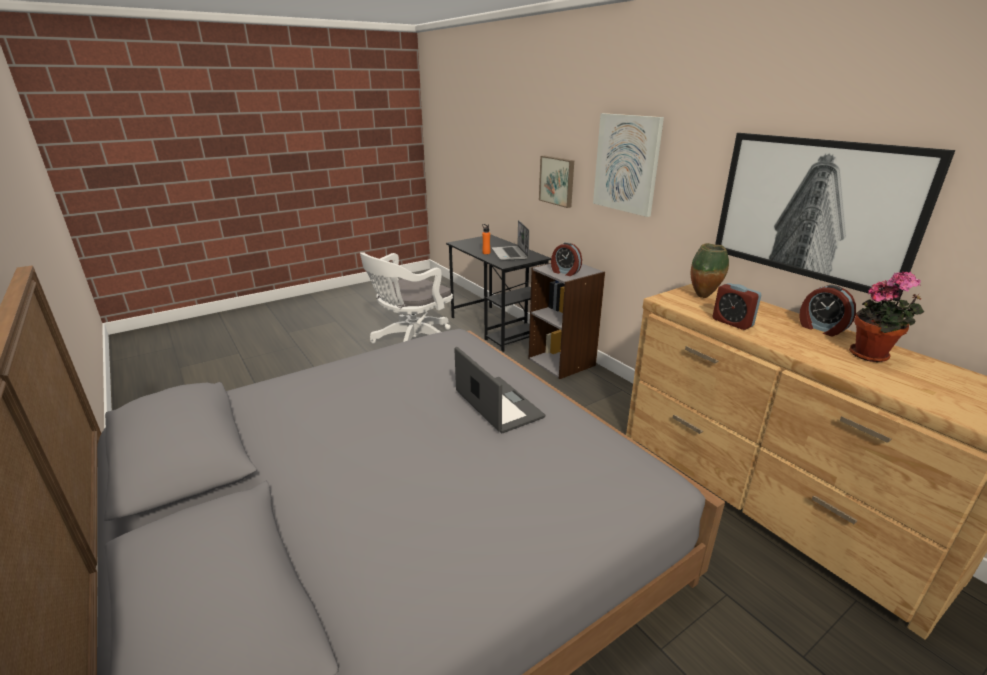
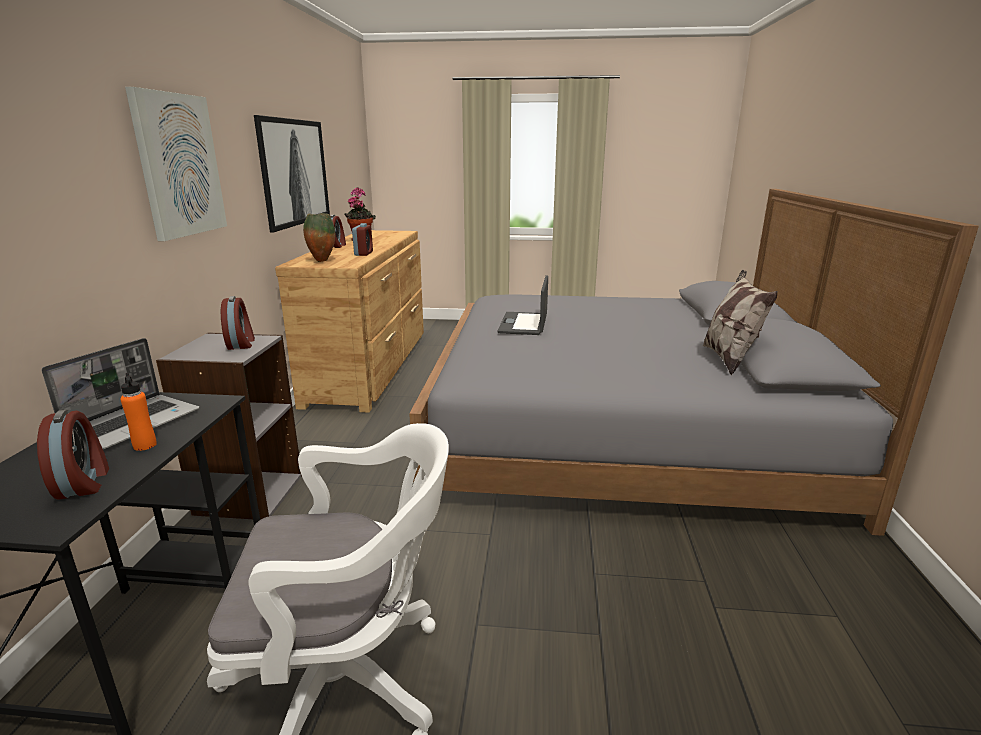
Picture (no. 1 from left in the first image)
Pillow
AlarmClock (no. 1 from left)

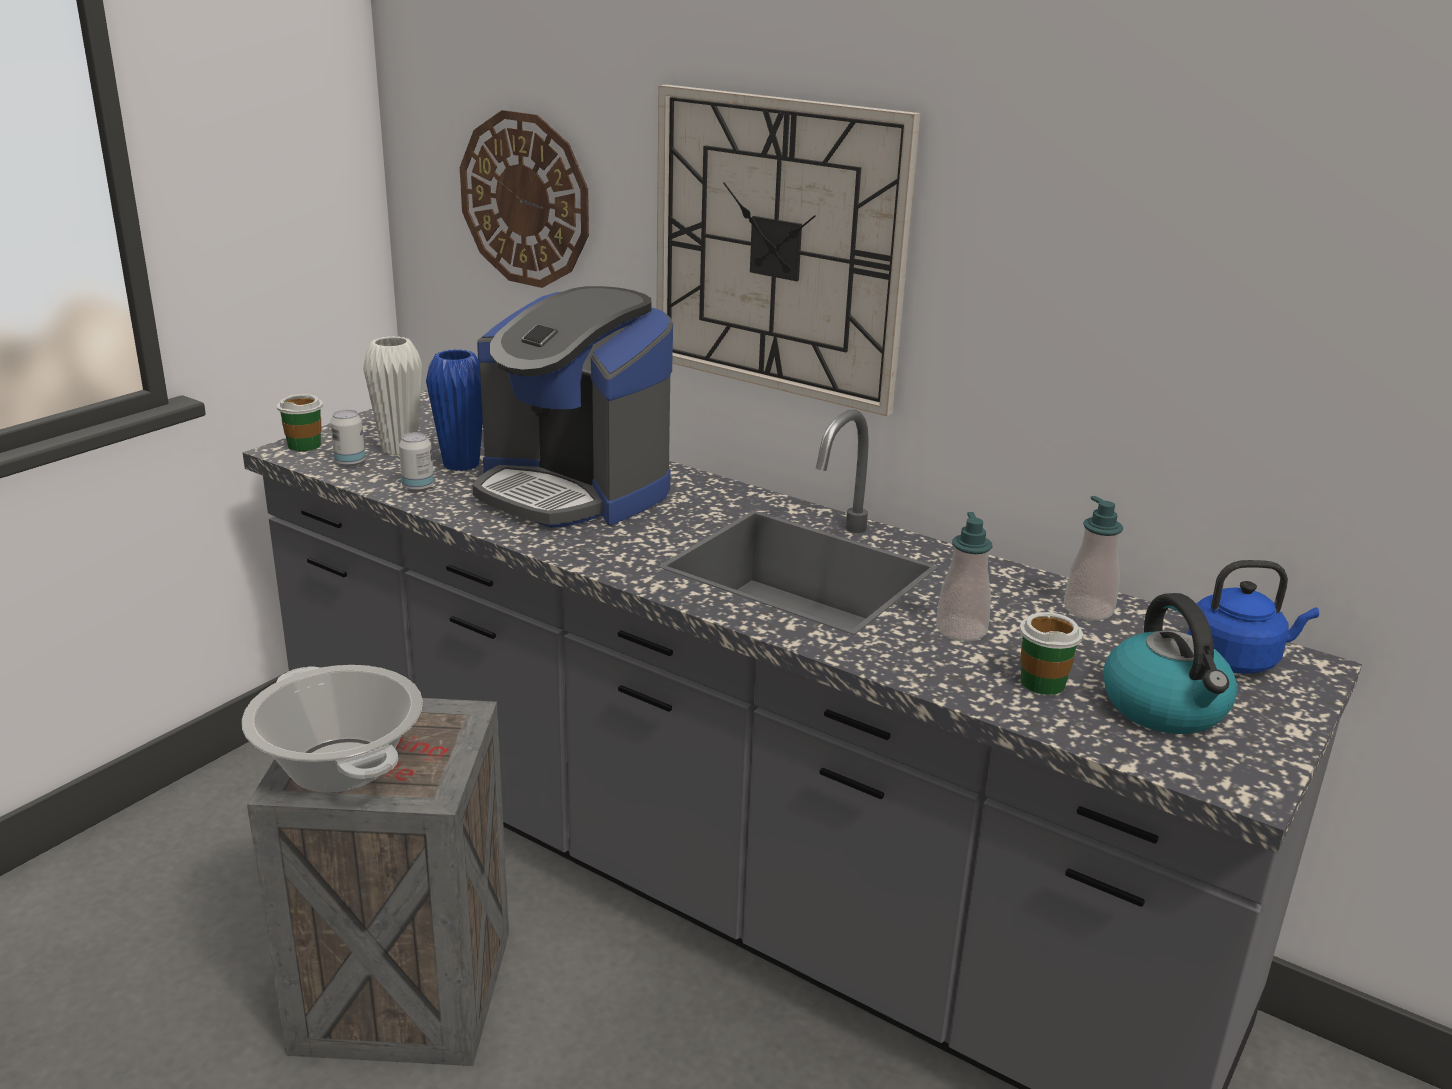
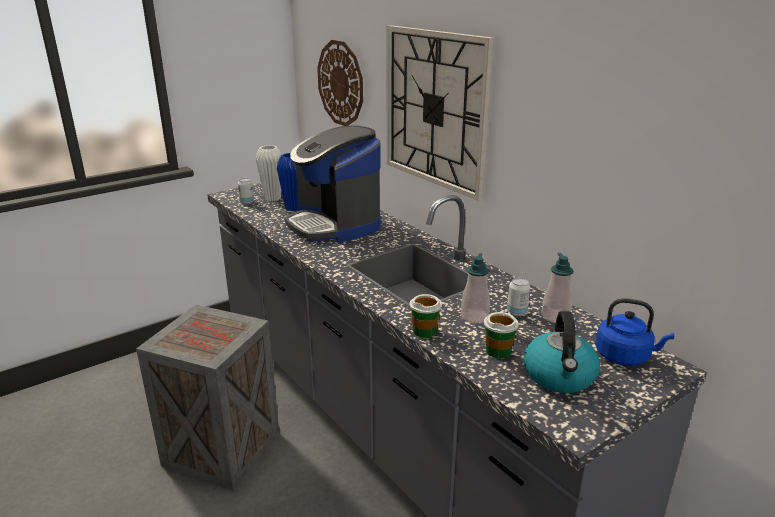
Cup (no. 1 from left)
Can (no. 2 from left)
CookingPot

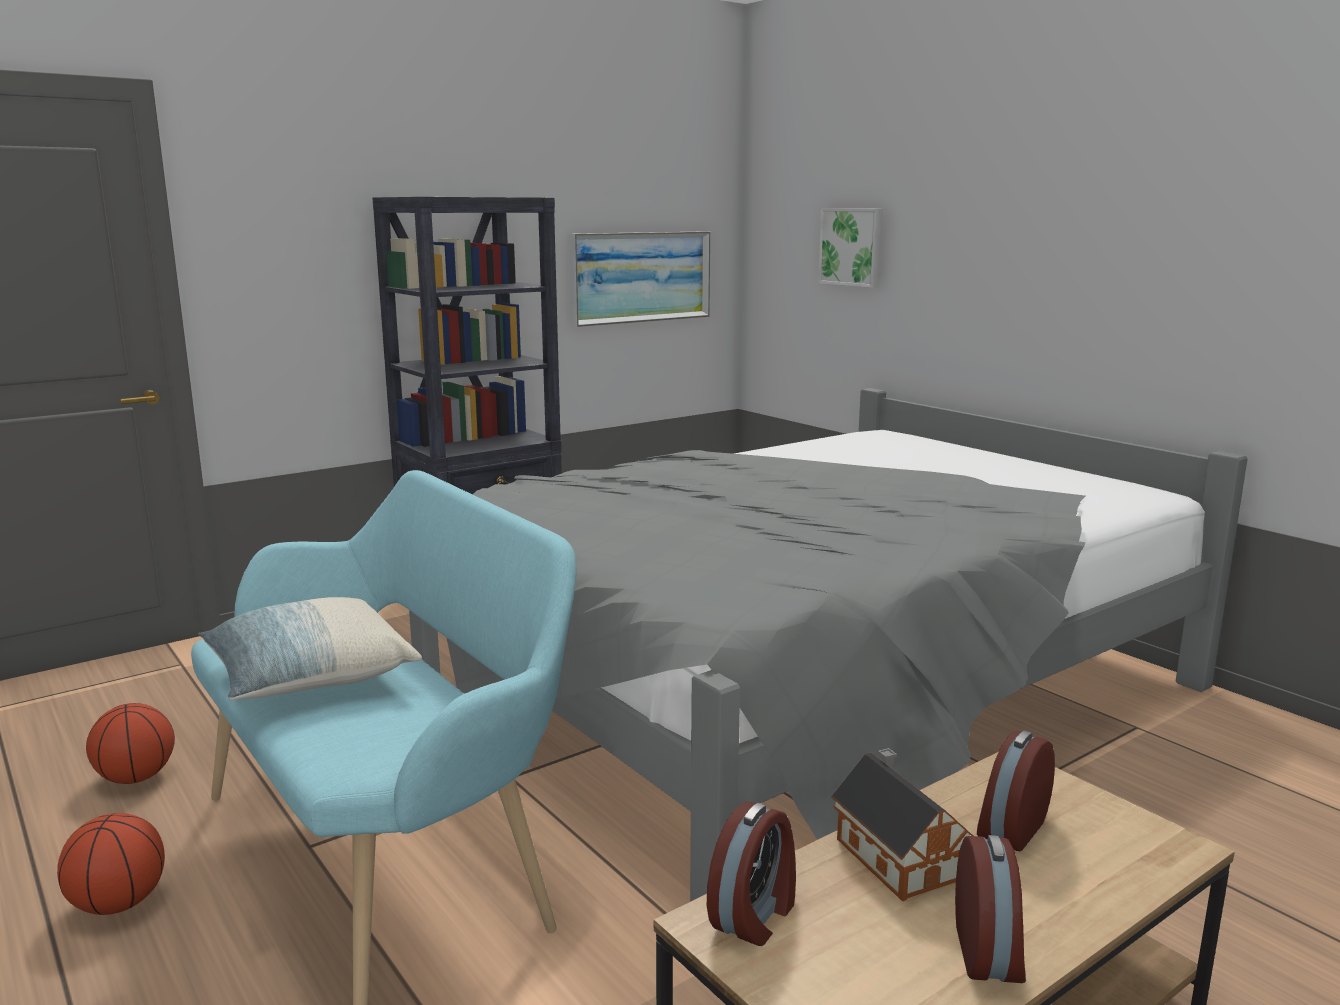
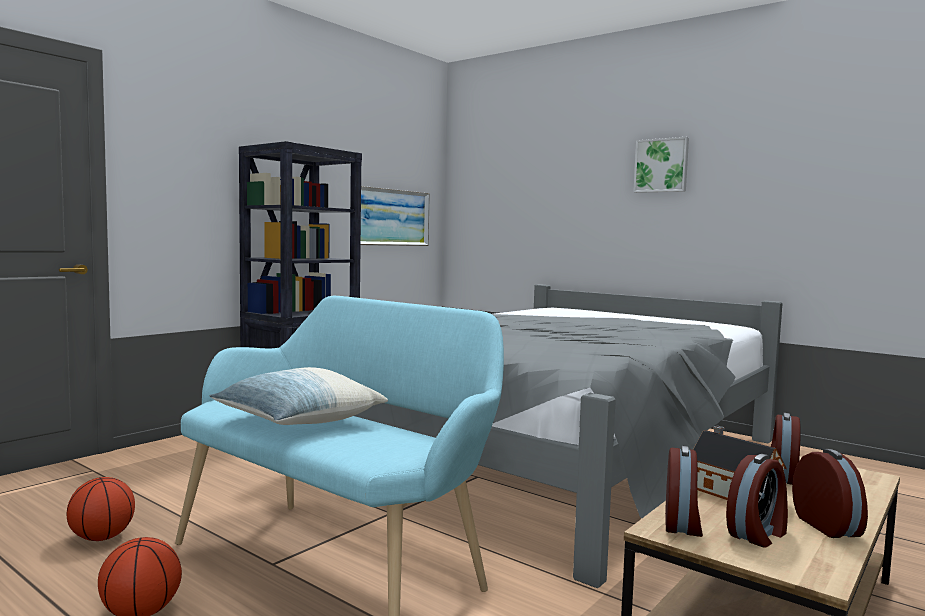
Picture (no. 2 from left)
AlarmClock (no. 2 from left)

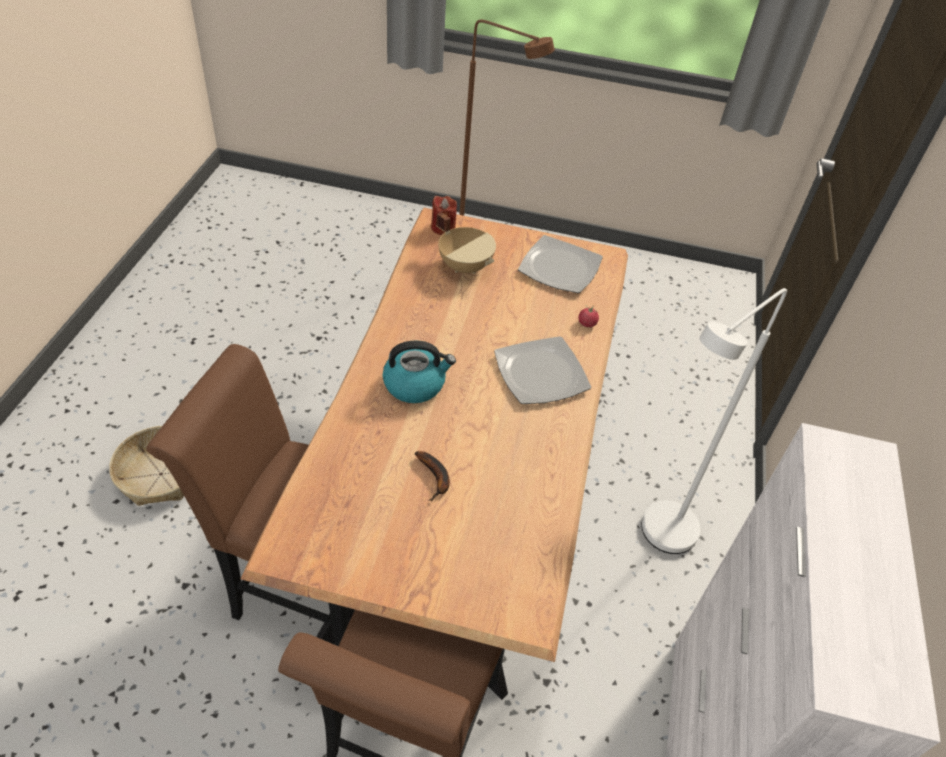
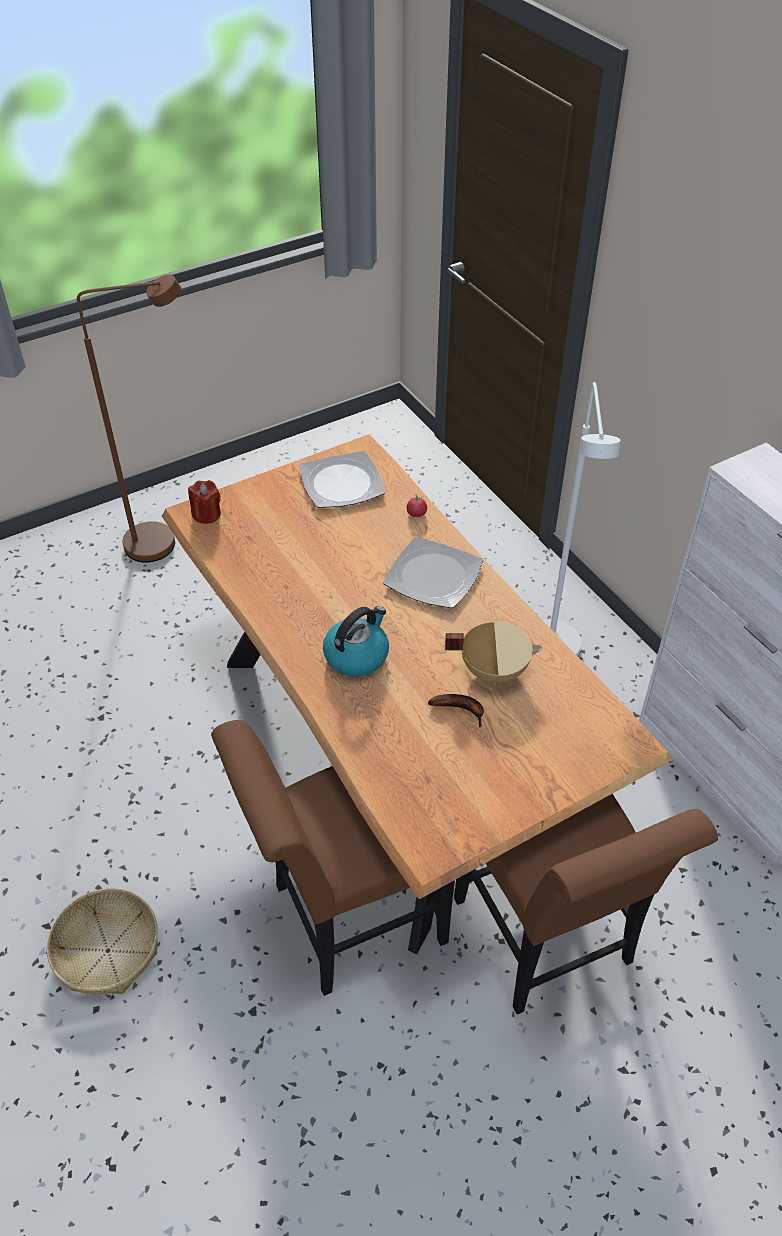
BeigeCookingPot

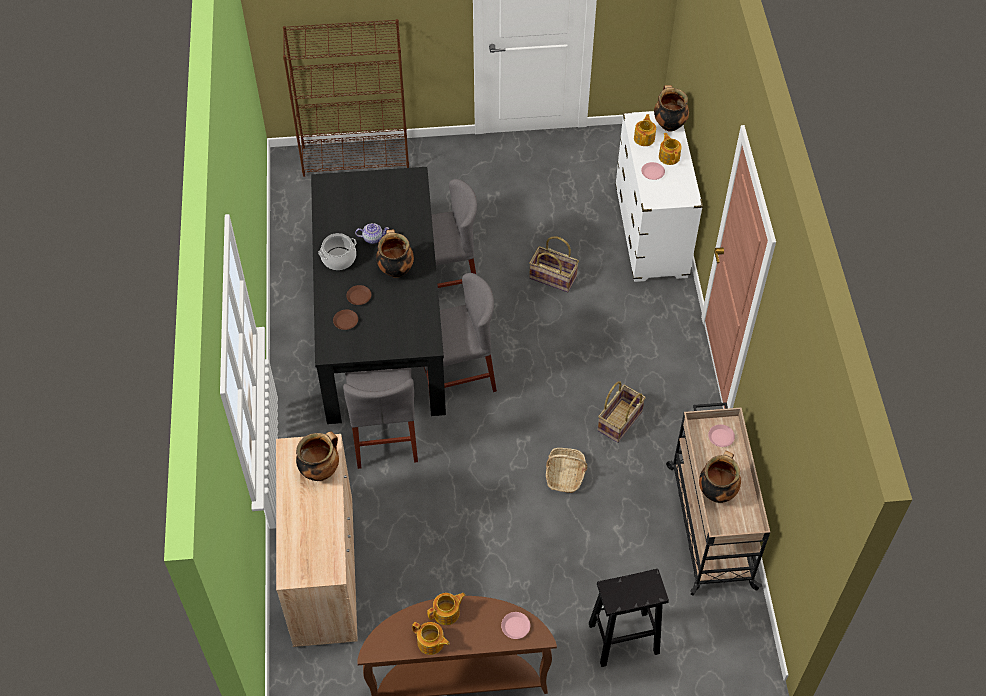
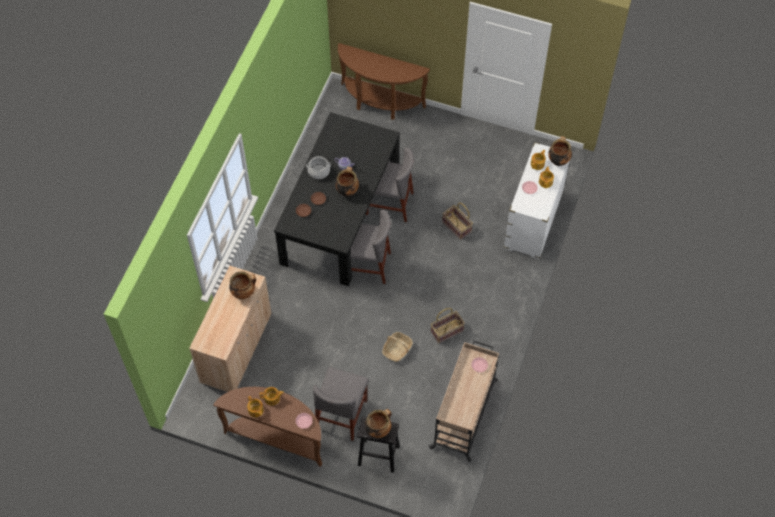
BrownConsoleTable (no. 2 from left)
GreyChair (no. 1 from left)
CookingPot (no. 4 from left)

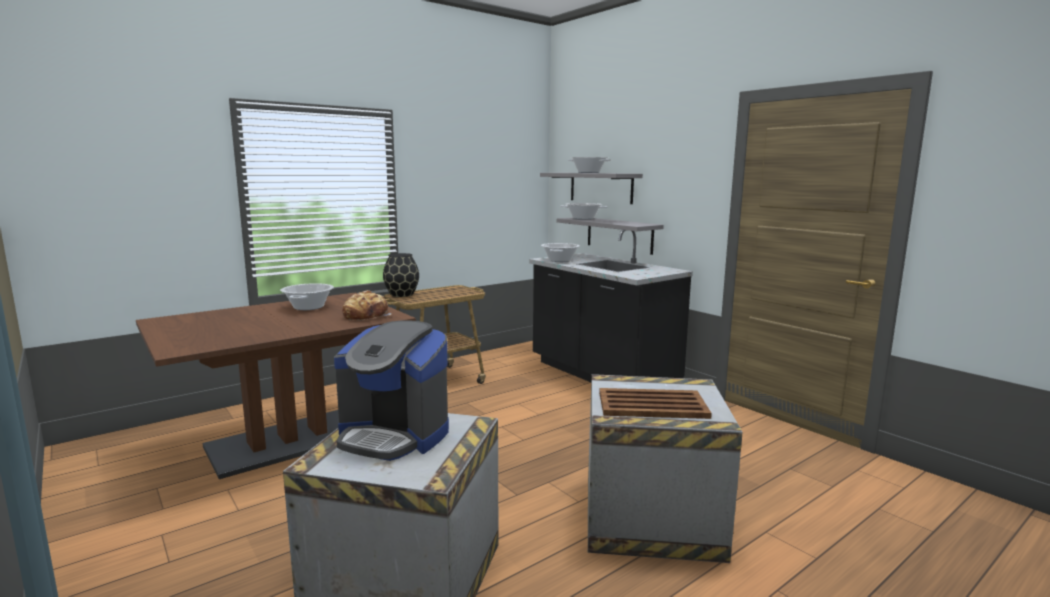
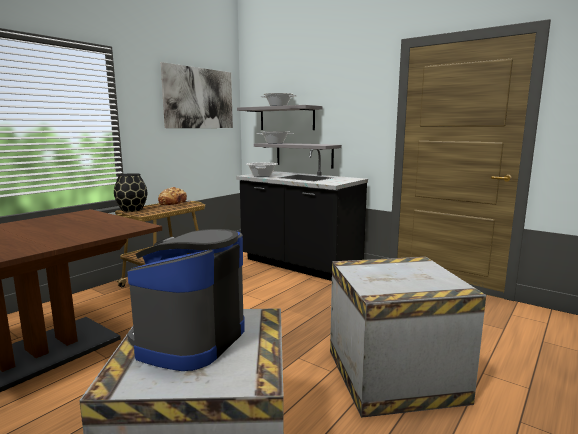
CookingPot (no. 1 from left in the first image)
Bread
CoffeeMachine
BrownTray
Picture

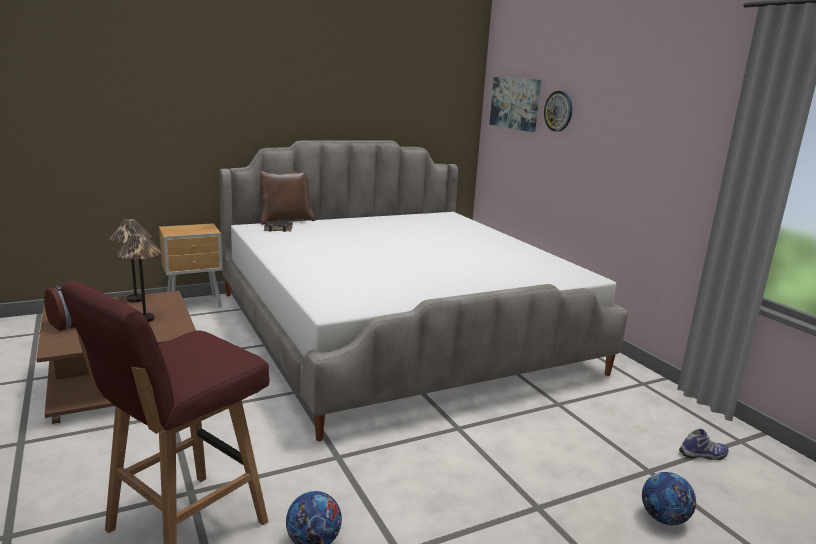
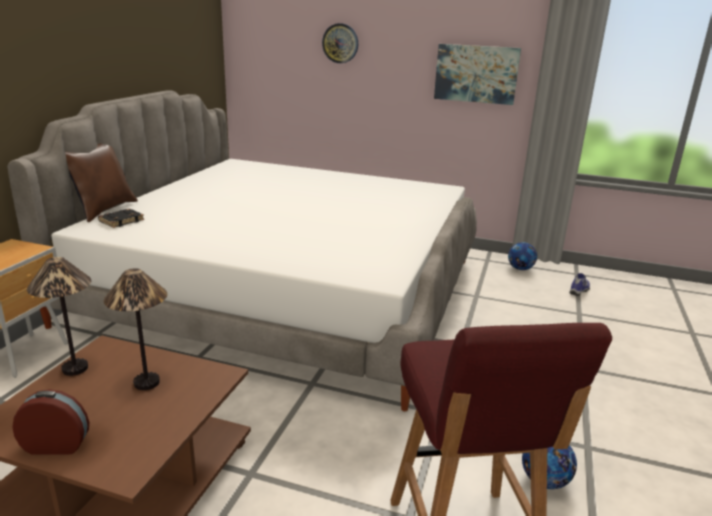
Picture
Football (no. 1 from left)

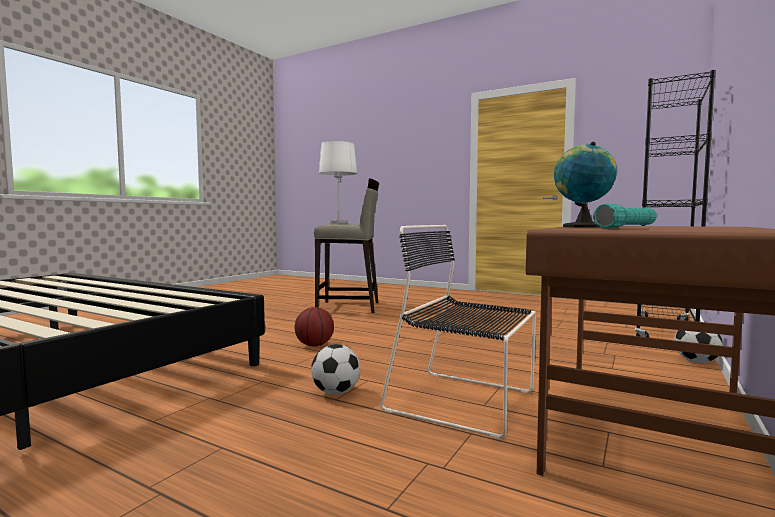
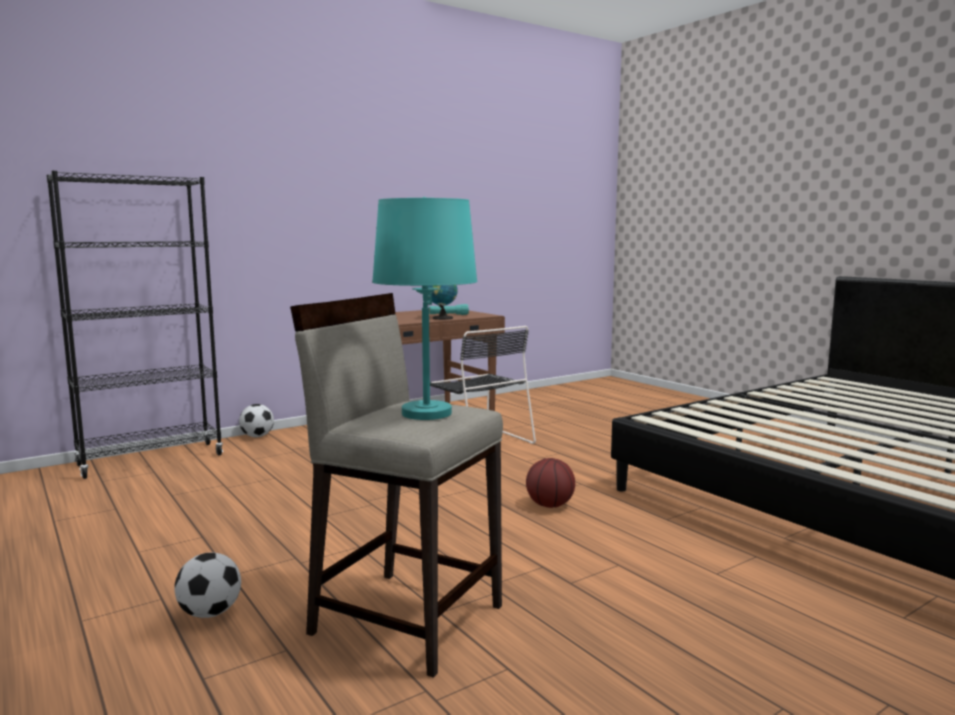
TurquoiseTableLamp
Football (no. 1 from left)

